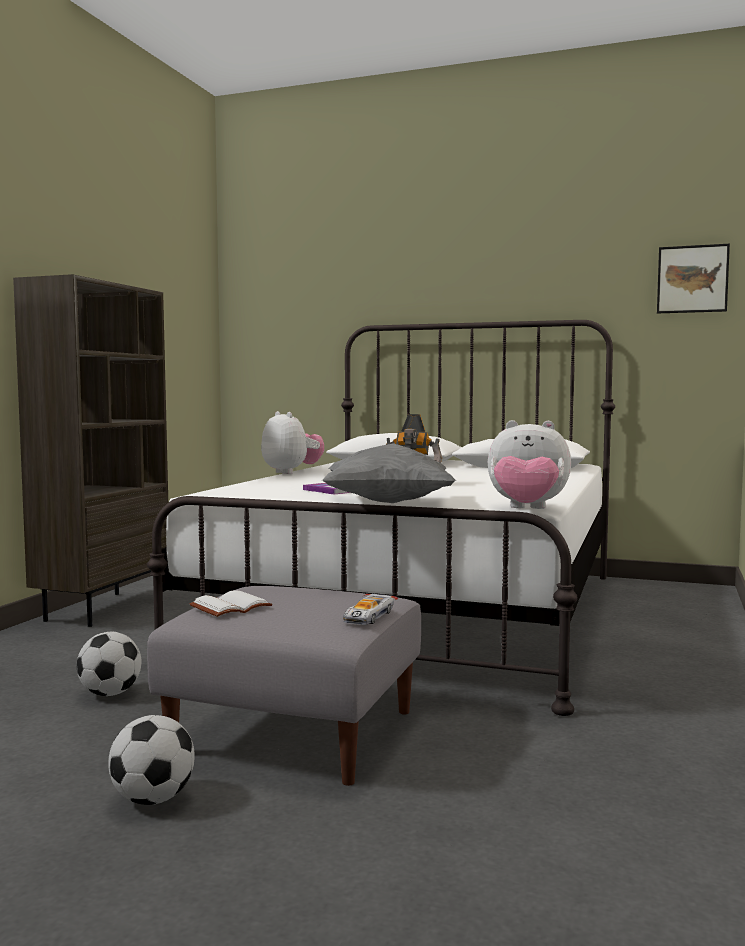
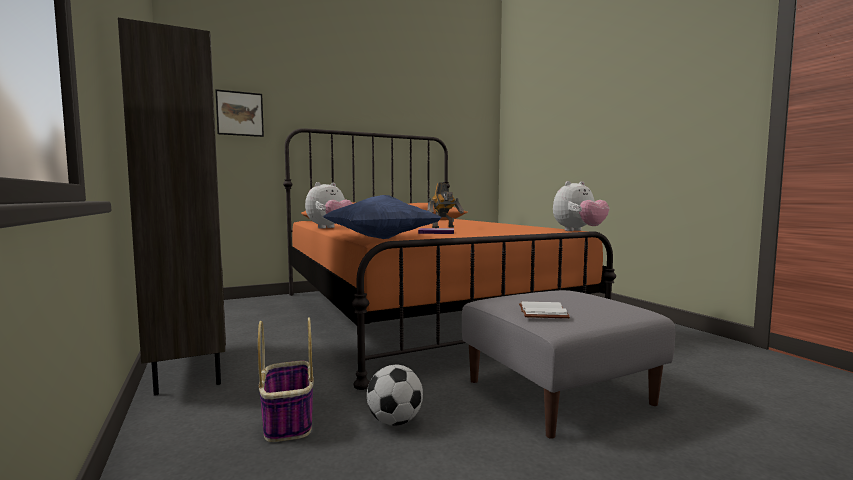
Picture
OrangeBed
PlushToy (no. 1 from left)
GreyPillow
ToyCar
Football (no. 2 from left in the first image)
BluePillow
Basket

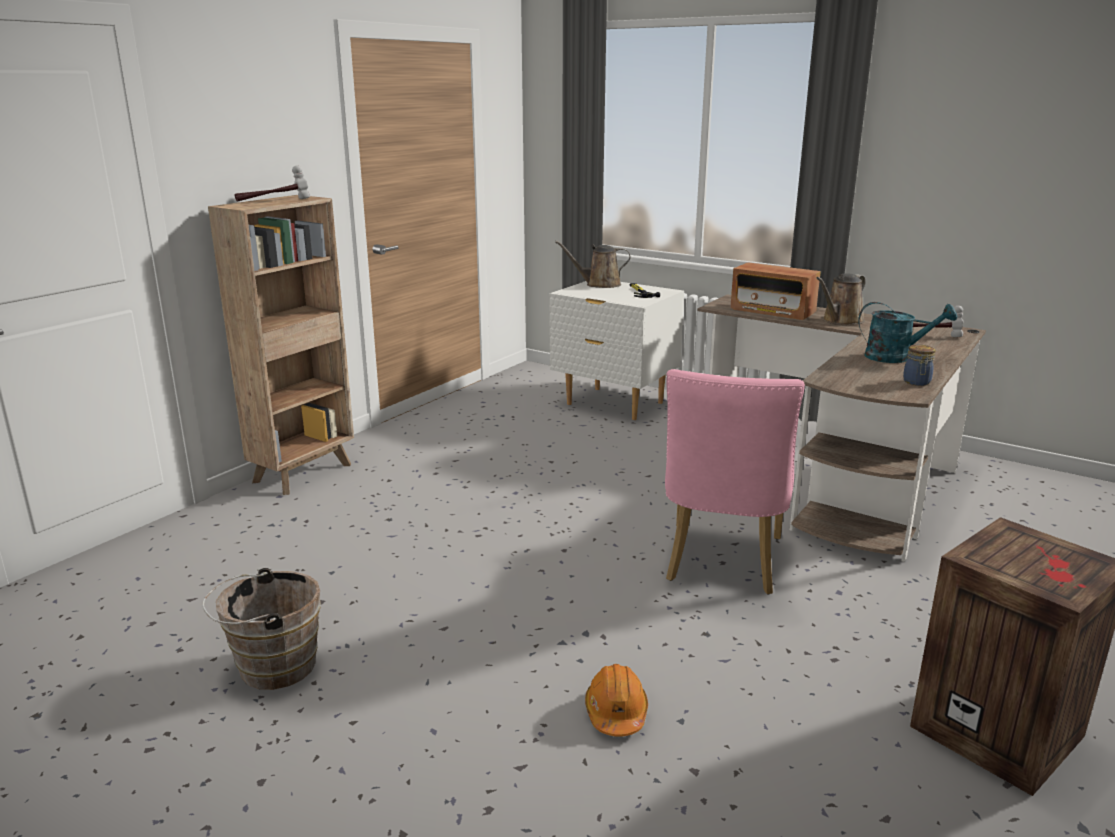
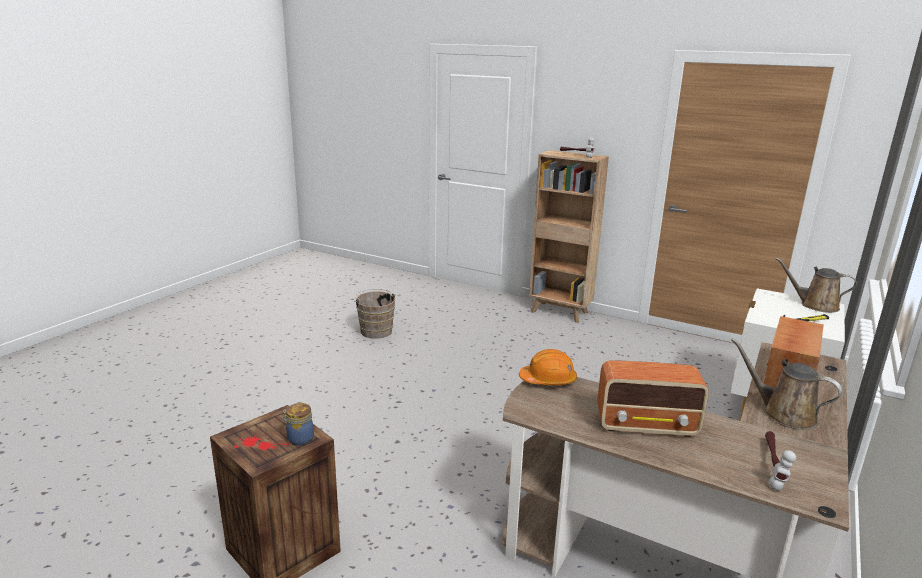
BrownWateringCan (no. 2 from left)
Radio (no. 1 from left)
Jar
PinkChair
OrangeHardHat

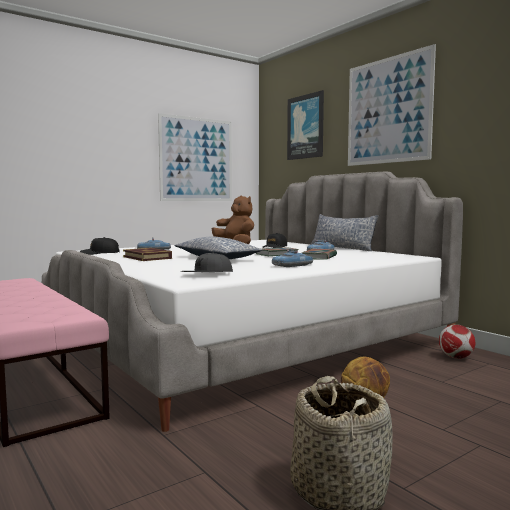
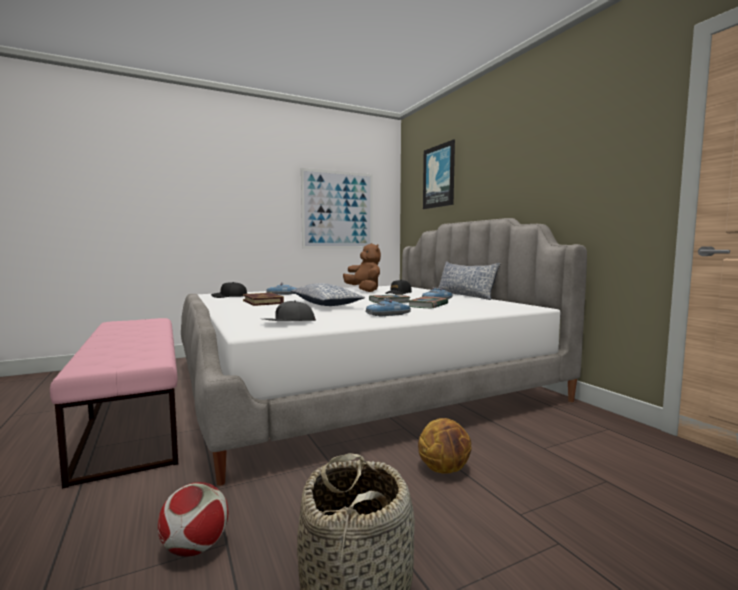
Picture (no. 3 from left in the first image)
Football

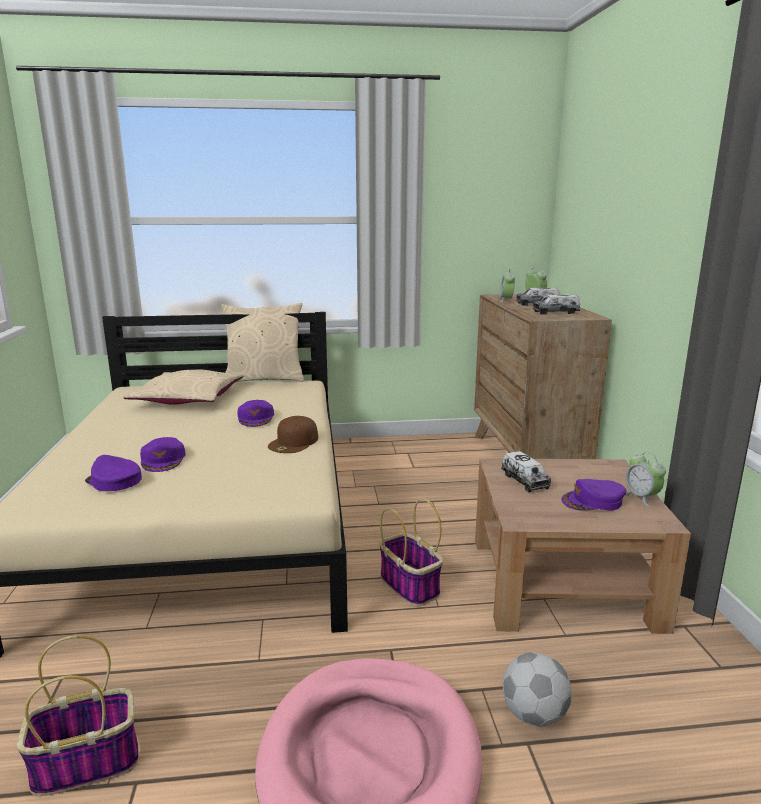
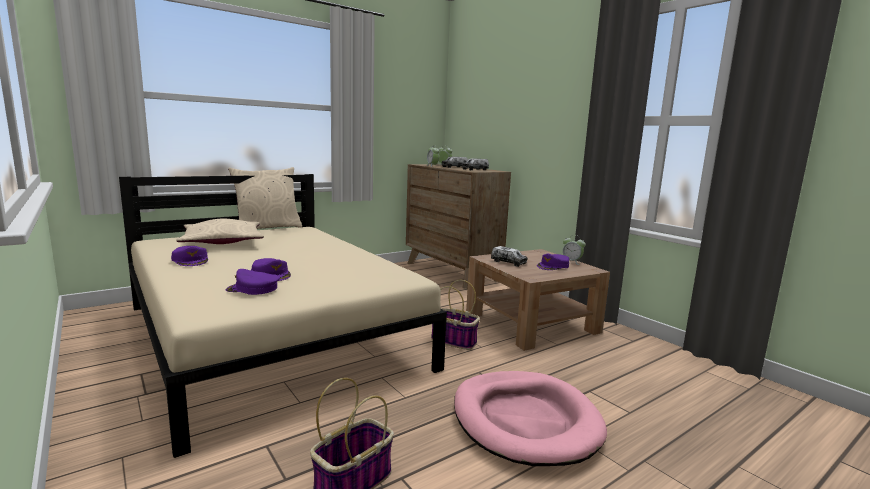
PurpleCap (no. 1 from left)
BrownCap
Football

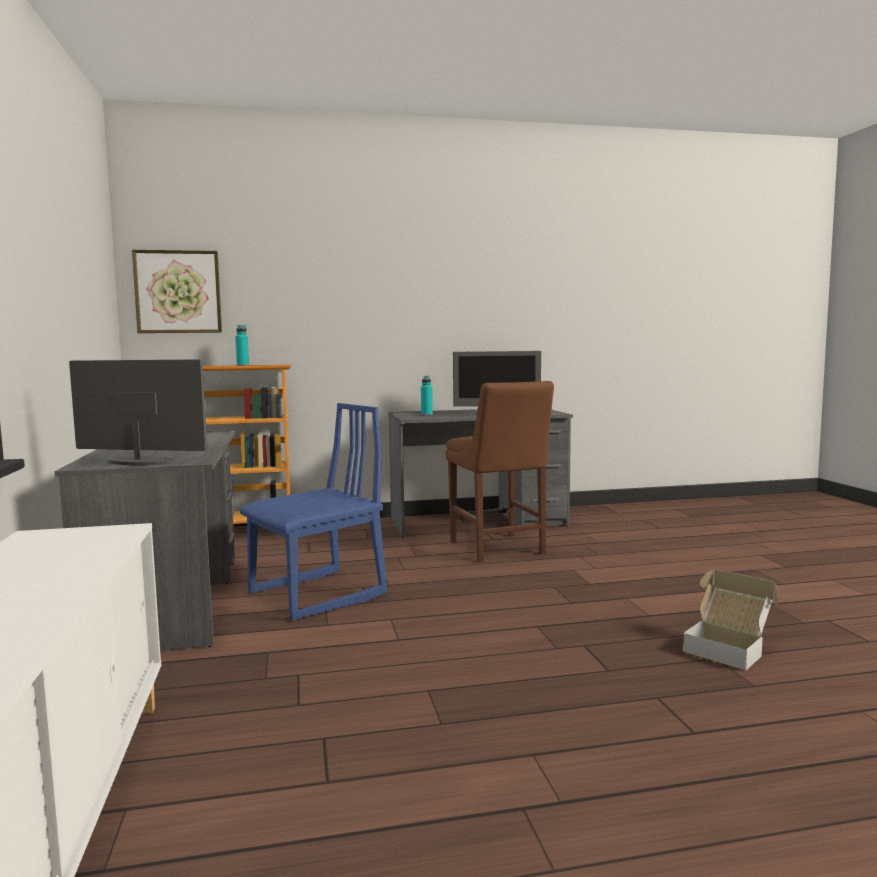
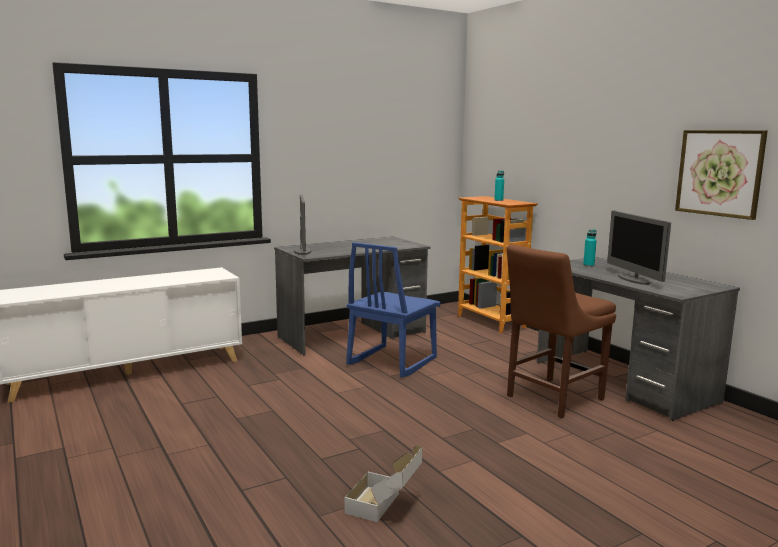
Picture
BlueChair

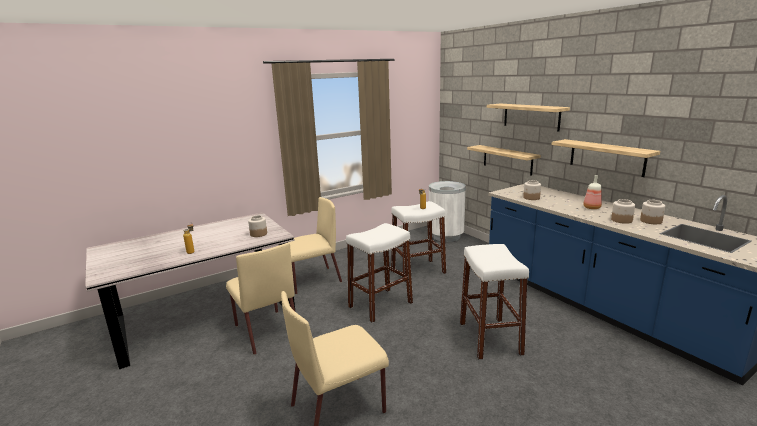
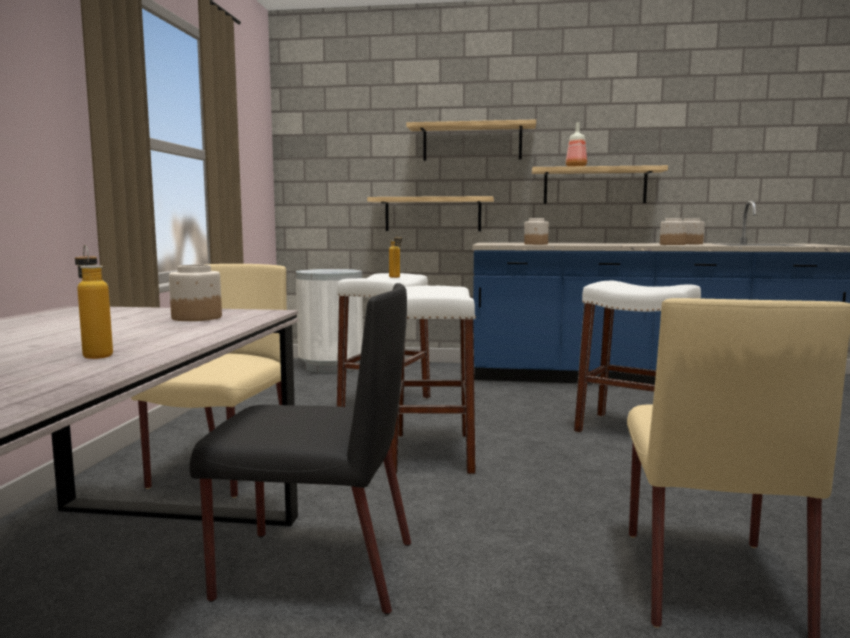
Bottle (no. 3 from left)
BlackChair

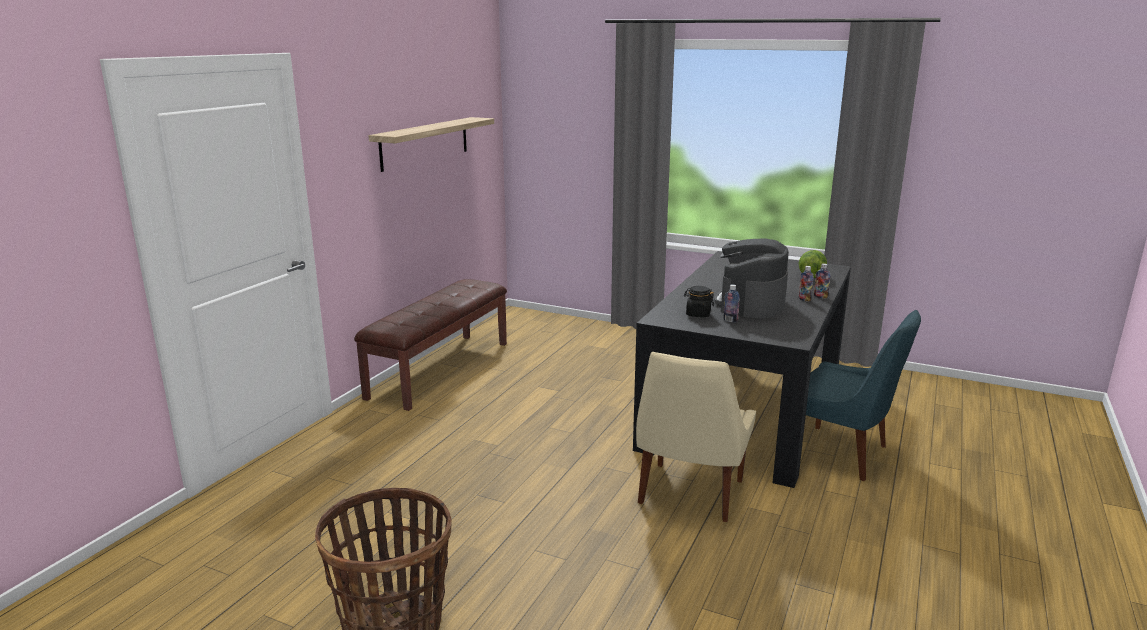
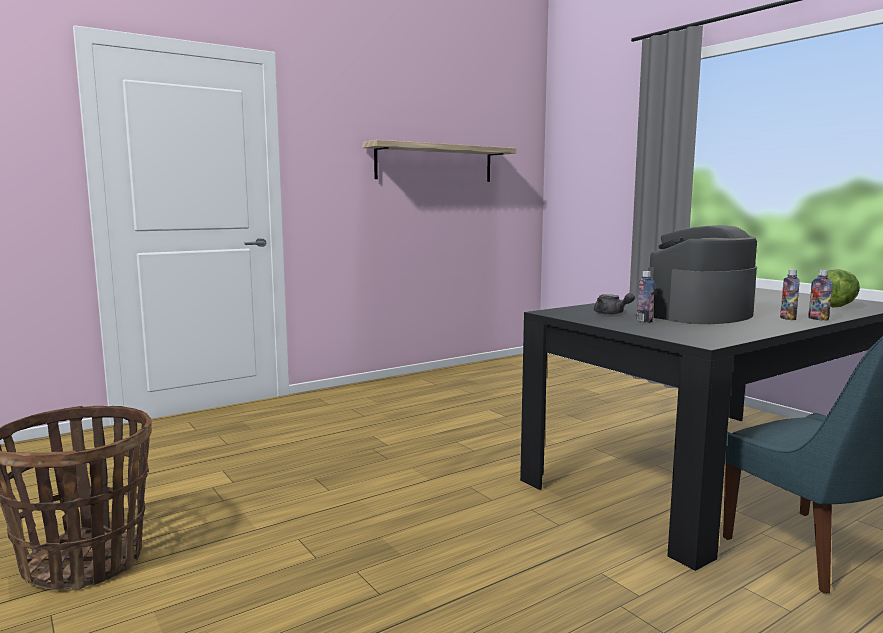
BrownBench
GreyTeapot
BeigeChair

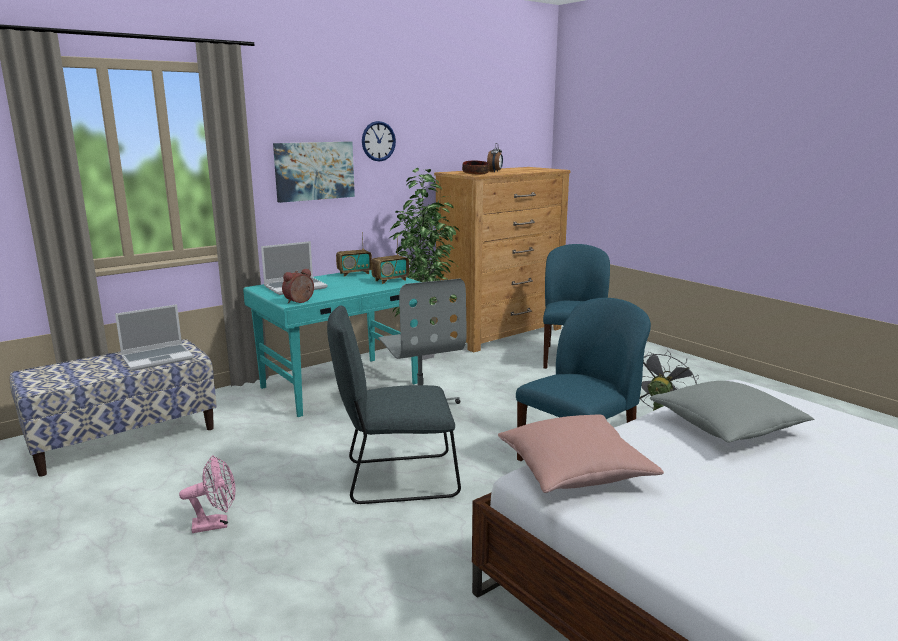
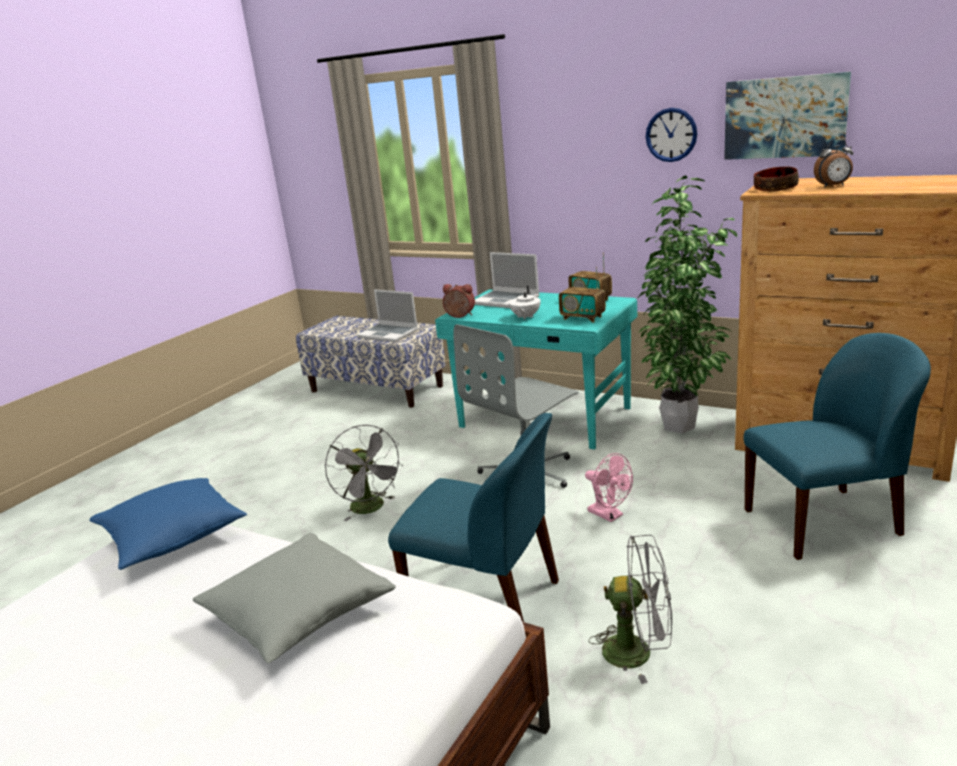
Picture
GreyFan (no. 1 from left)
BluePillow
PinkFan
WhiteTeapot

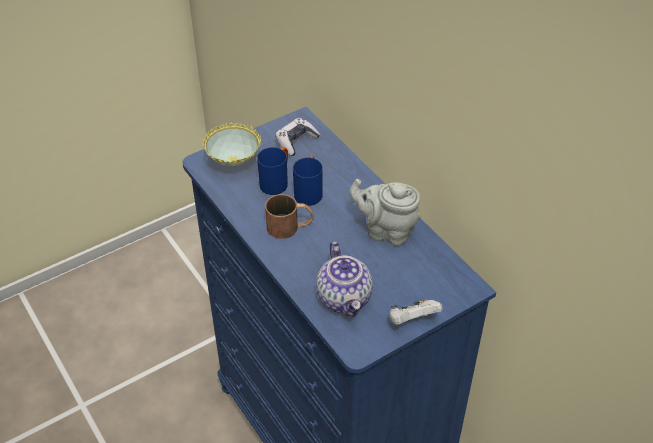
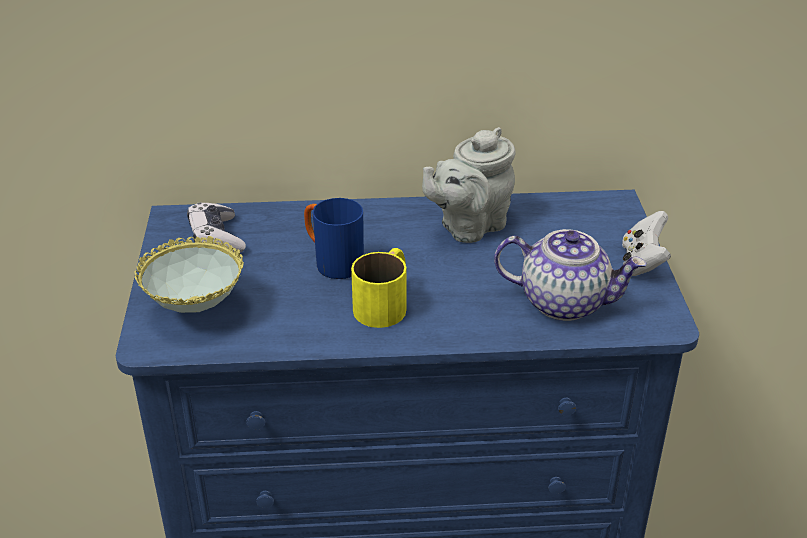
BlueMug (no. 1 from left in the first image)
YellowMug

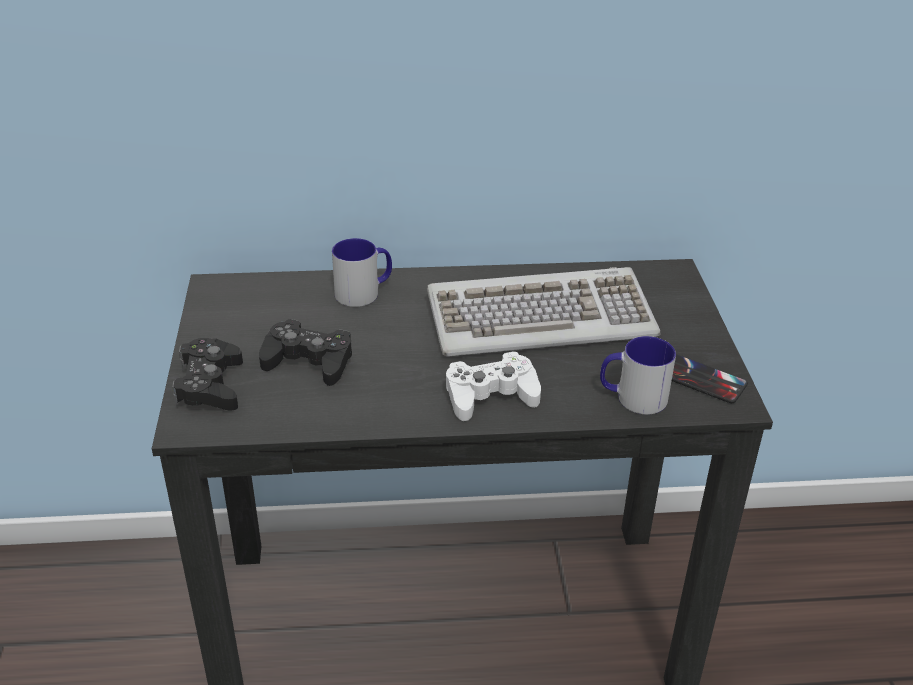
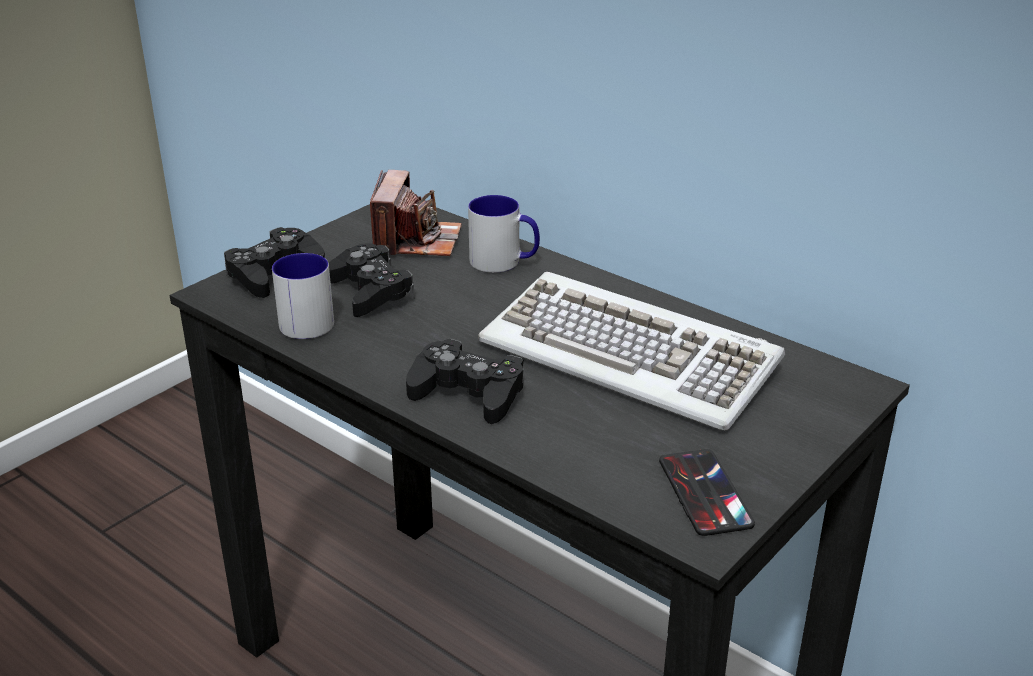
Mug (no. 1 from left)
BlackGameController (no. 3 from left)
PhotoCamera

